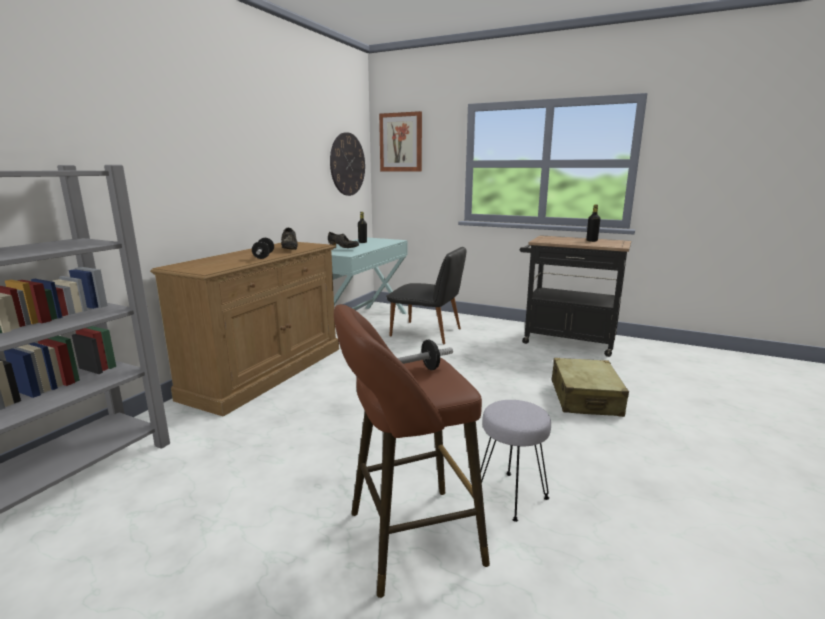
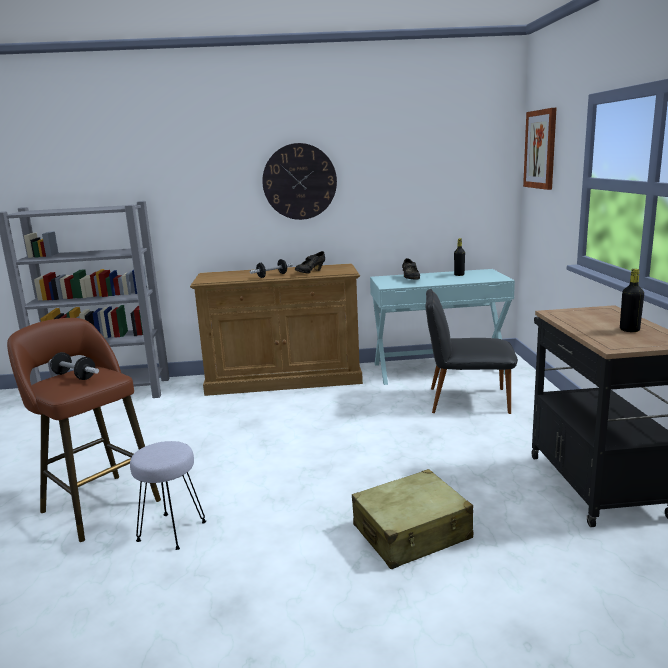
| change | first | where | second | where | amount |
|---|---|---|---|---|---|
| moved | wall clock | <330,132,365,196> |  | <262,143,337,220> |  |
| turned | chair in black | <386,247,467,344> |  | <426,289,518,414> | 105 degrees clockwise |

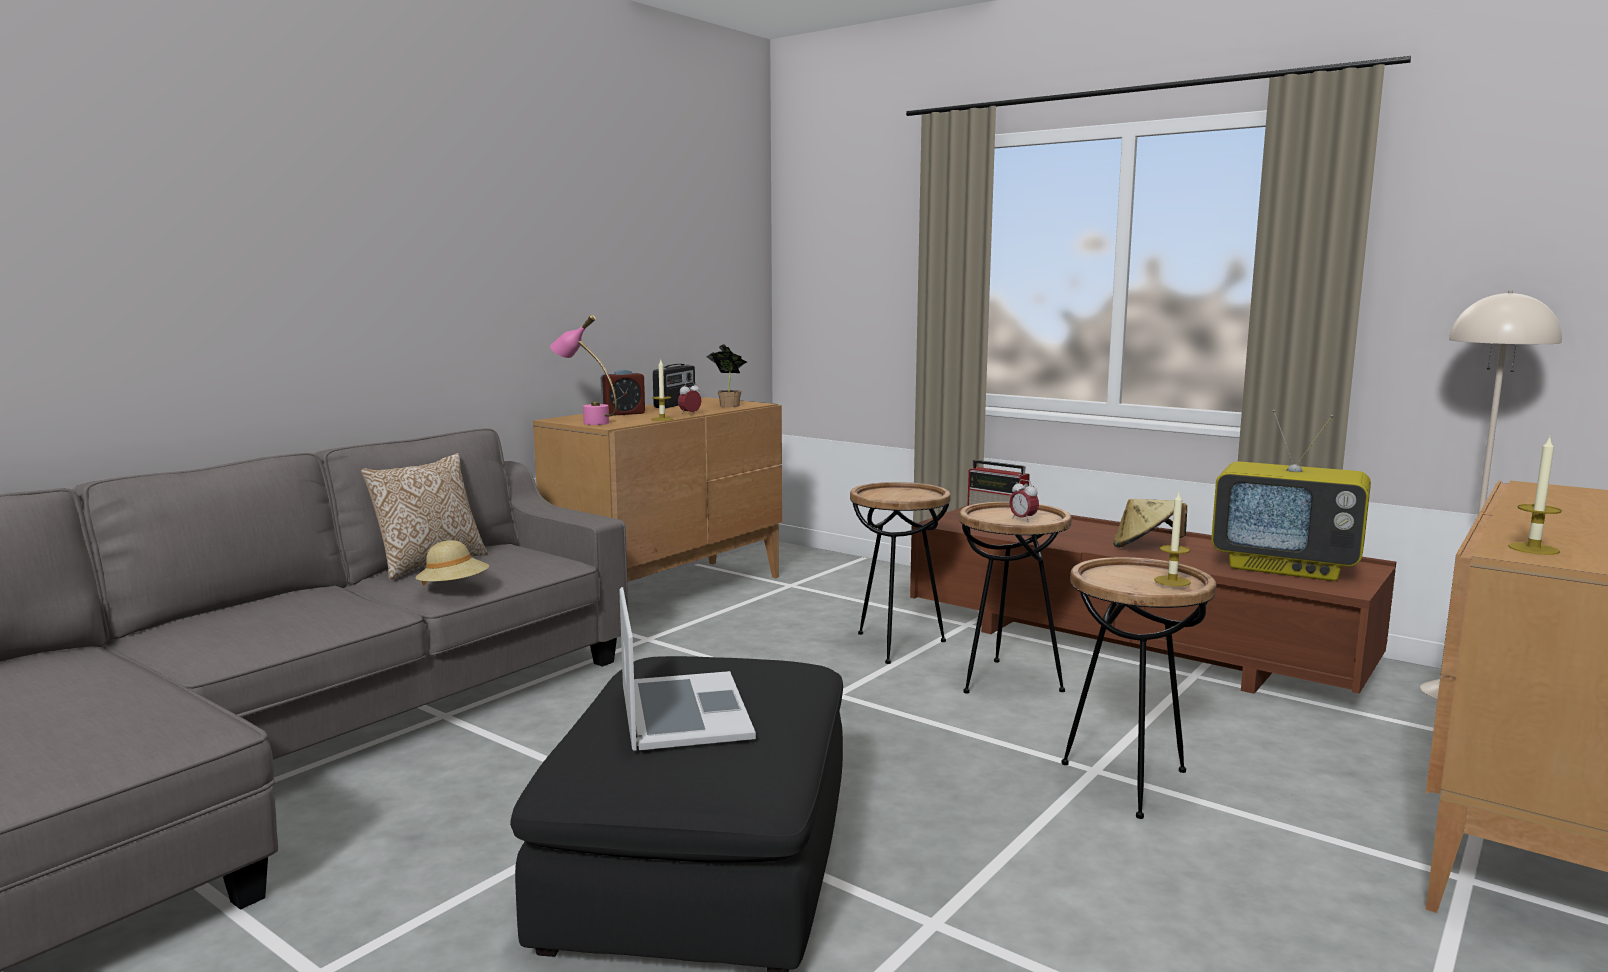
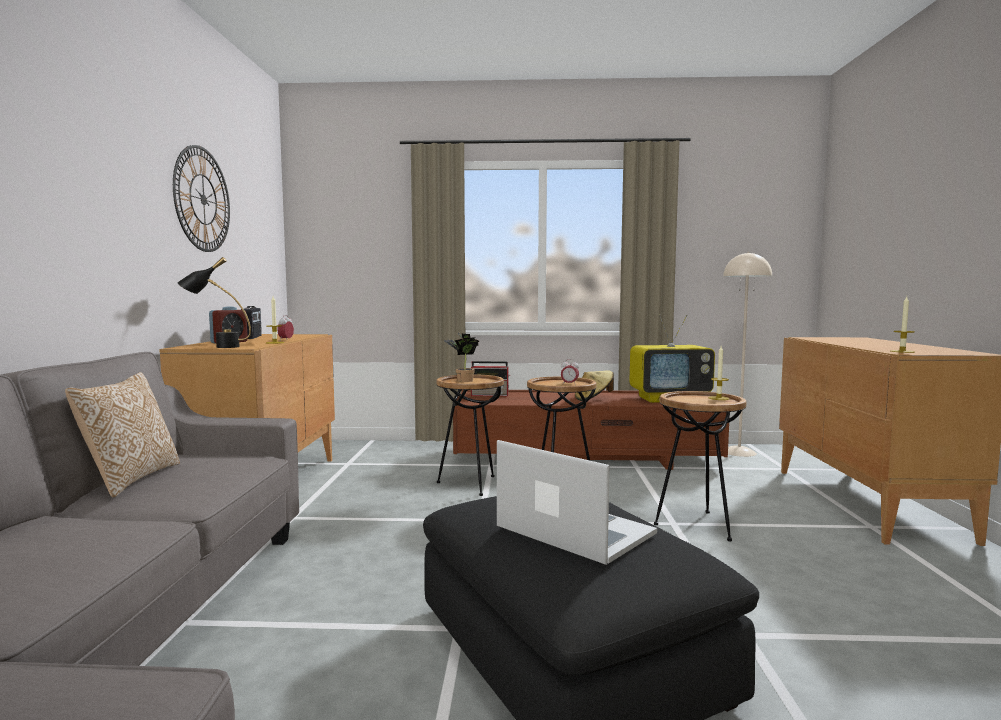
| change | first | where | second | where | amount |
|---|---|---|---|---|---|
| recoloured | table lamp in pink | <550,315,617,425> | table lamp in black | <177,257,251,348> |  |
| moved | potted plant | <706,344,747,407> |  | <444,332,479,382> |  |
| removed | hat in beige | <415,540,489,586> |  |  |  |
| added |  |  | wall clock | <173,145,230,252> |  |

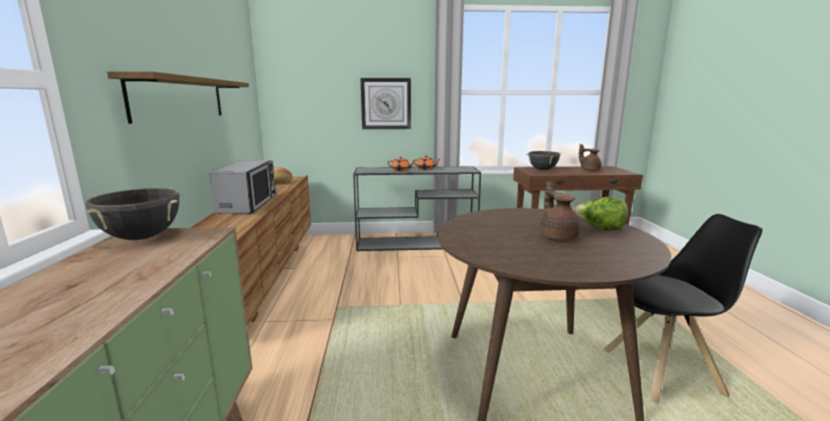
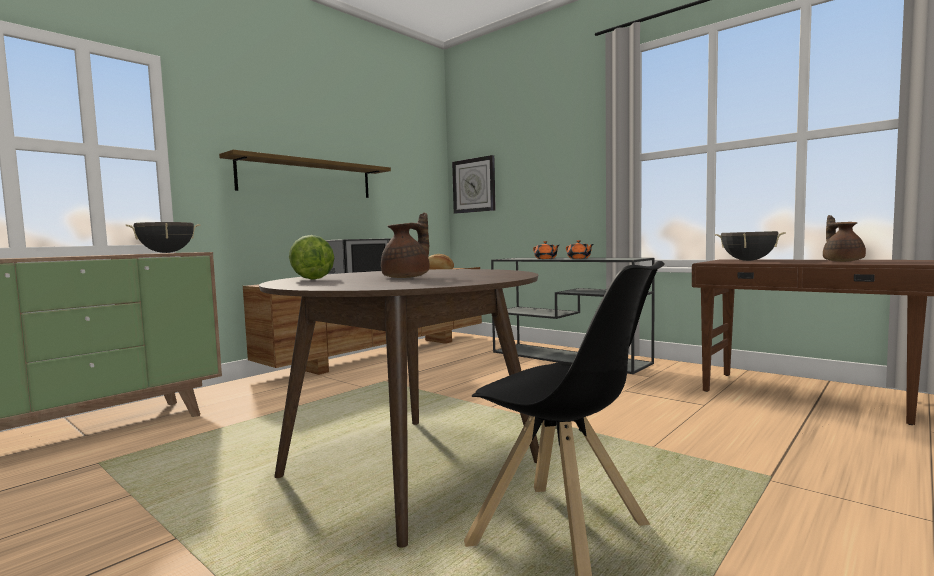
| change | first | where | second | where | amount |
|---|---|---|---|---|---|
| moved | wall clock | <360,78,411,129> |  | <452,155,496,214> |  |
| moved | lettuce | <573,197,628,230> |  | <289,235,334,280> |  |

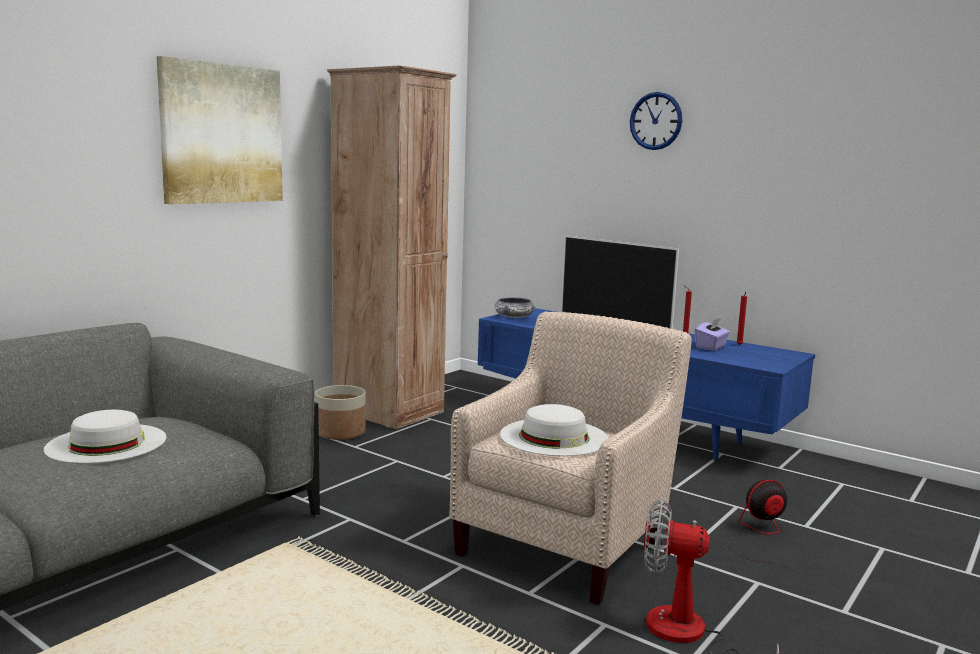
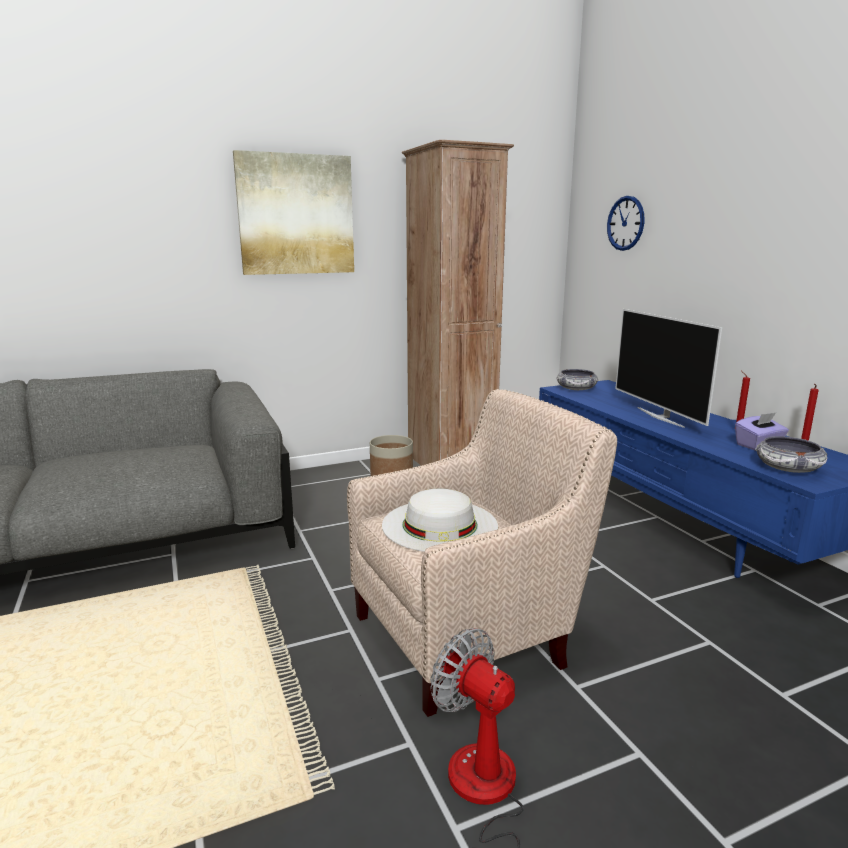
| change | first | where | second | where | amount |
|---|---|---|---|---|---|
| moved | wall clock | <630,92,682,150> |  | <607,196,644,251> |  |
| removed | hat in white | <43,410,166,463> |  |  |  |
| removed | fan | <722,479,805,579> |  |  |  |
| added |  |  | bowl | <755,436,828,473> |  |

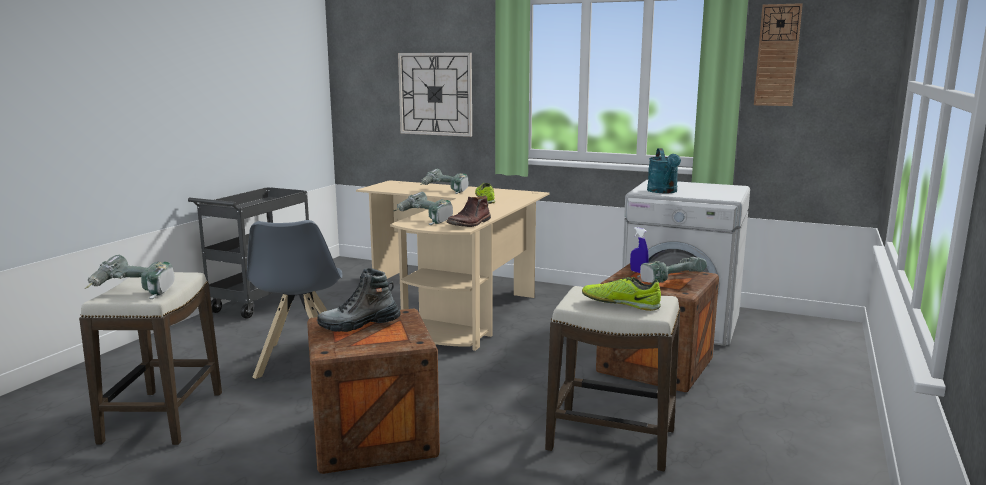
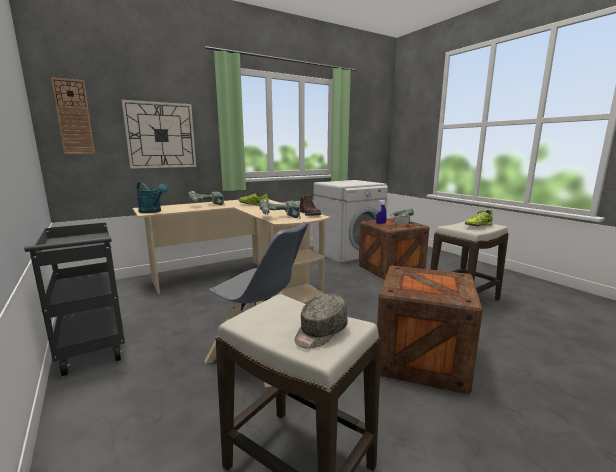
| change | first | where | second | where | amount |
|---|---|---|---|---|---|
| moved | wall clock | <754,3,803,106> |  | <51,77,95,154> |  |
| moved | watering can in turquoise | <647,148,681,193> |  | <136,182,168,213> |  |
| replaced | power drill | <84,255,175,299> | cap in grey | <295,294,348,349> |  |
| removed | boot | <317,268,401,332> |  |  |  |

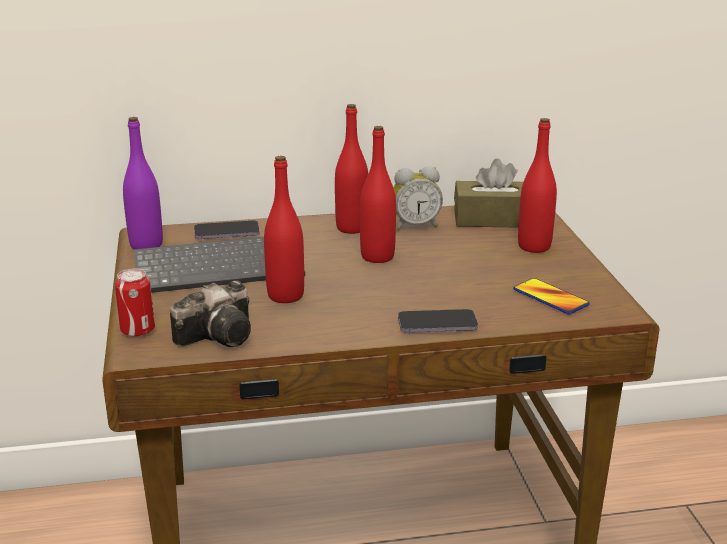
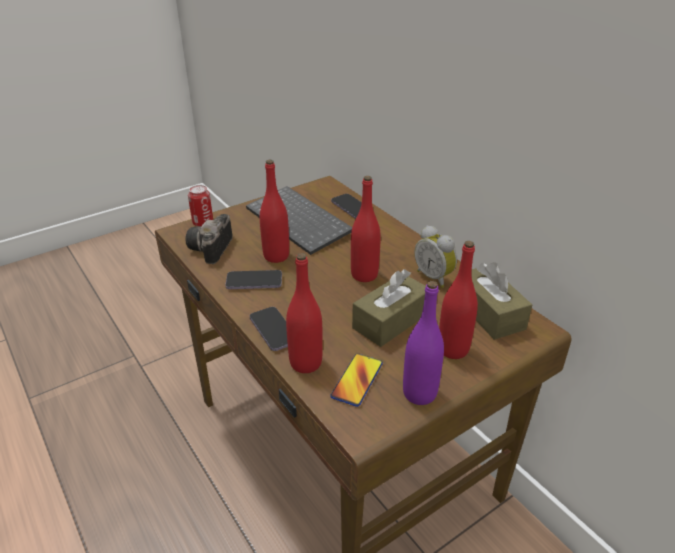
| change | first | where | second | where | amount |
|---|---|---|---|---|---|
| moved | bottle in red | <335,104,368,234> |  | <286,253,323,373> |  |
| moved | bottle in purple | <123,117,163,249> |  | <403,281,444,405> |  |
| turned | photo camera | <170,280,251,347> |  | <185,214,233,264> | 75 degrees clockwise |
| added |  |  | tissue box in brown | <352,269,426,347> |  |
| added |  |  | phone | <225,270,282,289> |  |

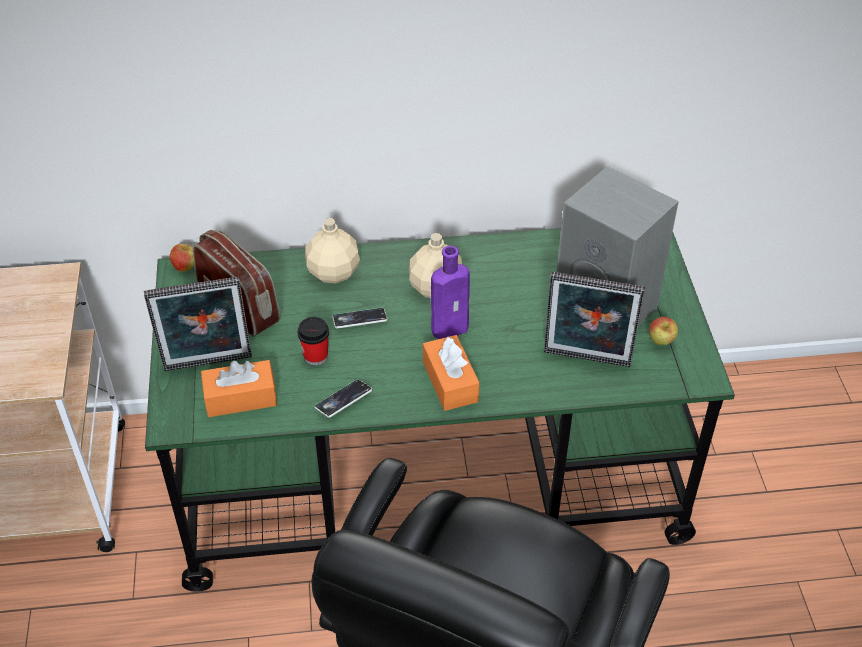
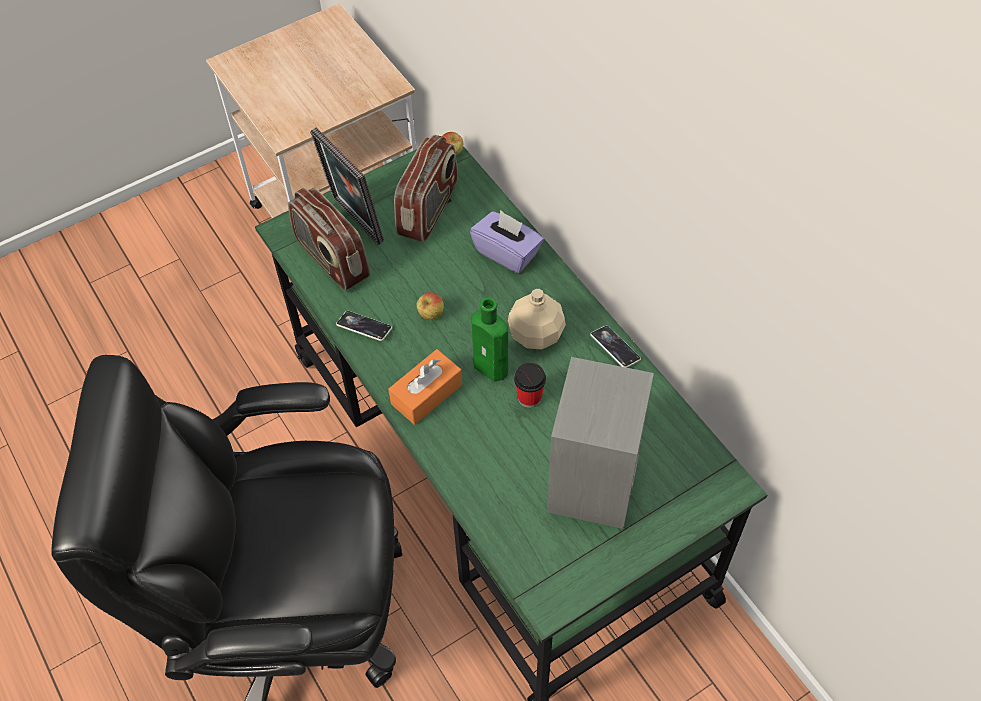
| change | first | where | second | where | amount |
|---|---|---|---|---|---|
| replaced | bottle in beige | <305,218,360,283> | tissue box in purple | <470,210,544,273> |  |
| recoloured | bottle in purple | <431,246,470,339> | bottle in green | <471,298,508,381> |  |
| removed | picture frame | <544,272,645,367> |  |  |  |
| moved | phone | <332,308,388,328> |  | <590,325,641,368> |  |
| moved | cup | <297,317,329,366> |  | <514,363,546,408> |  |
| moved | apple | <649,317,678,345> |  | <417,292,444,320> |  |
| replaced | tissue box in orange | <201,360,277,417> | radio | <288,187,370,291> |  |

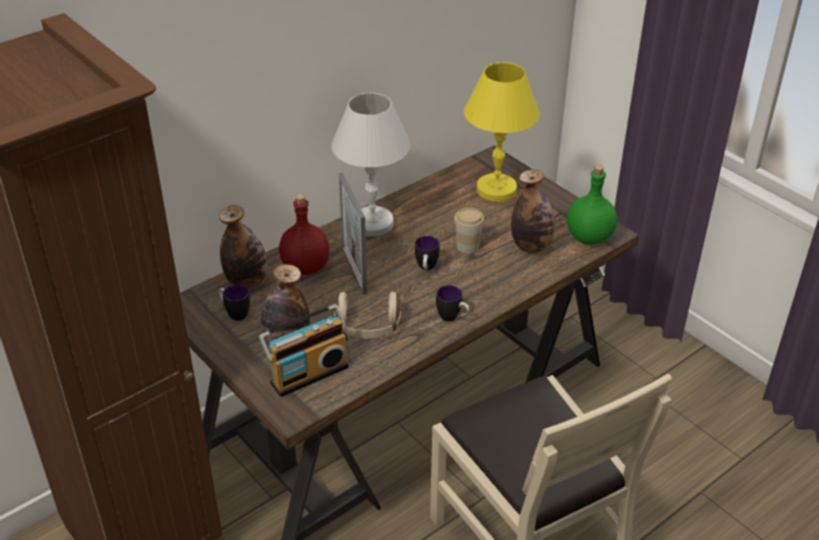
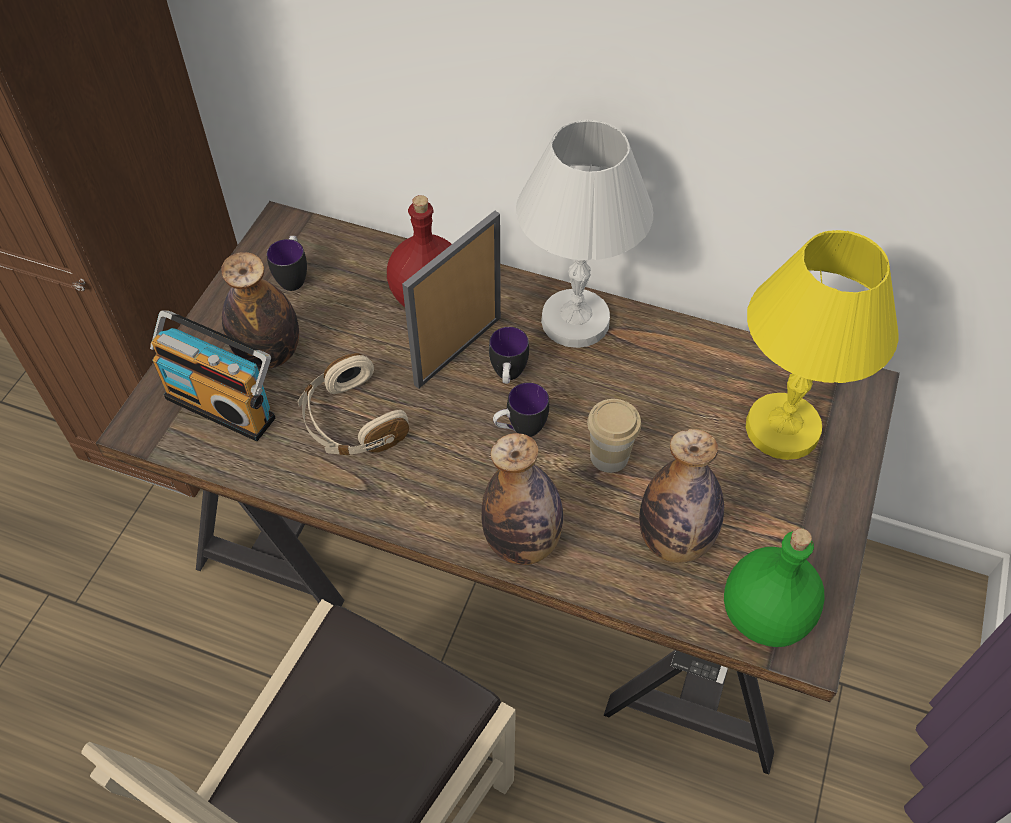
| change | first | where | second | where | amount |
|---|---|---|---|---|---|
| moved | bottle | <219,205,268,289> |  | <481,433,563,565> |  |
| moved | mug | <436,285,470,322> |  | <489,327,529,384> |  |

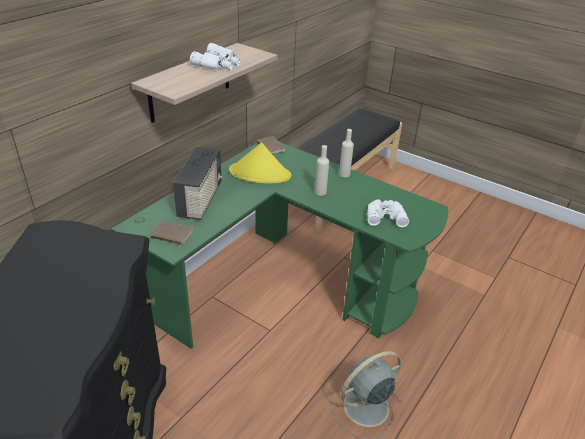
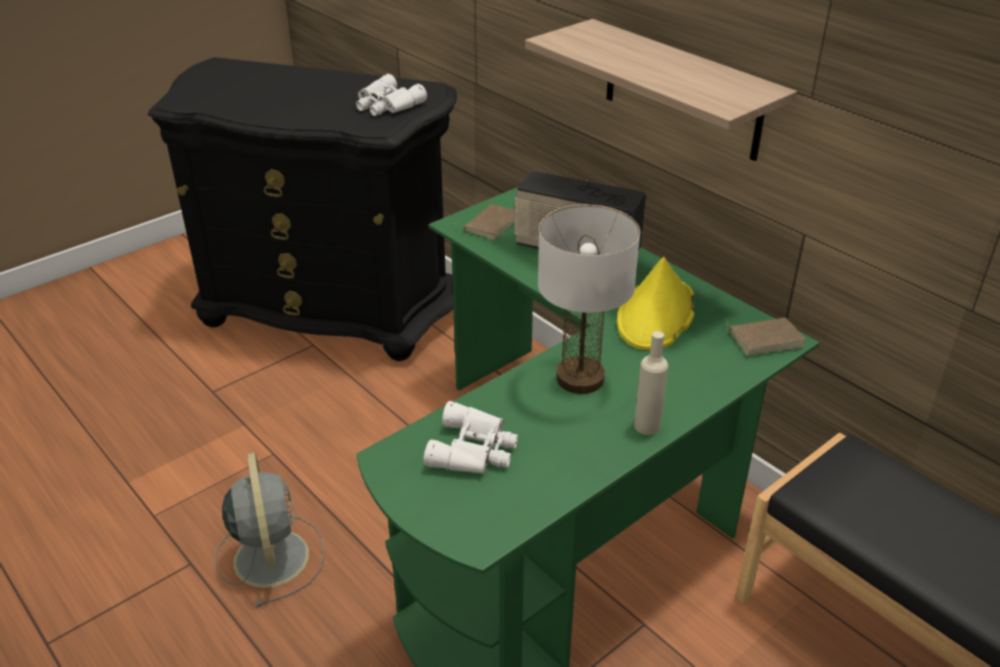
| change | first | where | second | where | amount |
|---|---|---|---|---|---|
| moved | binoculars in white | <190,43,240,70> |  | <356,74,427,116> |  |
| replaced | bottle in beige | <315,145,329,196> | table lamp | <538,205,640,394> |  |

